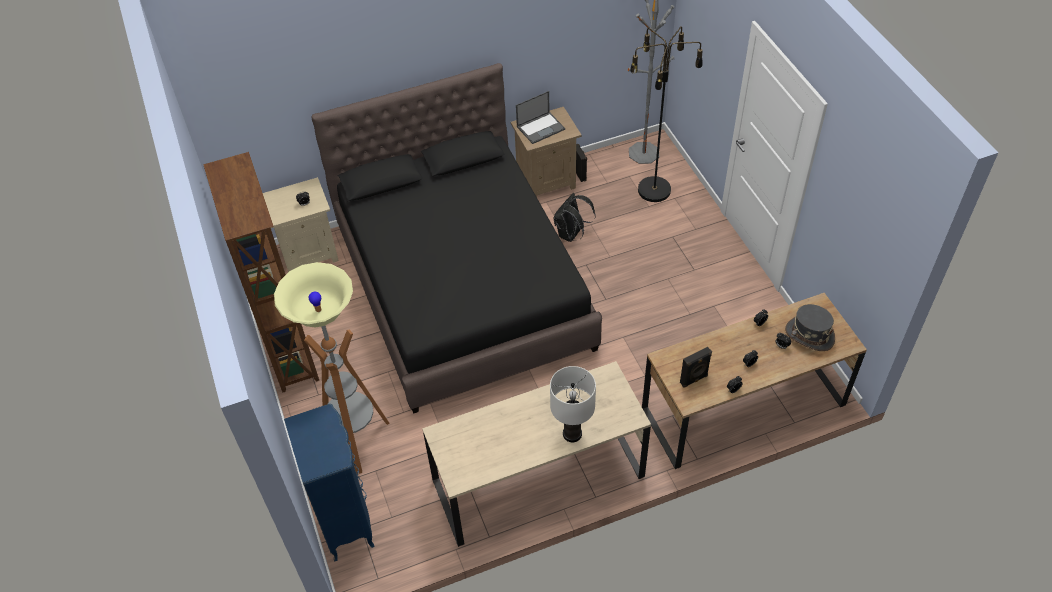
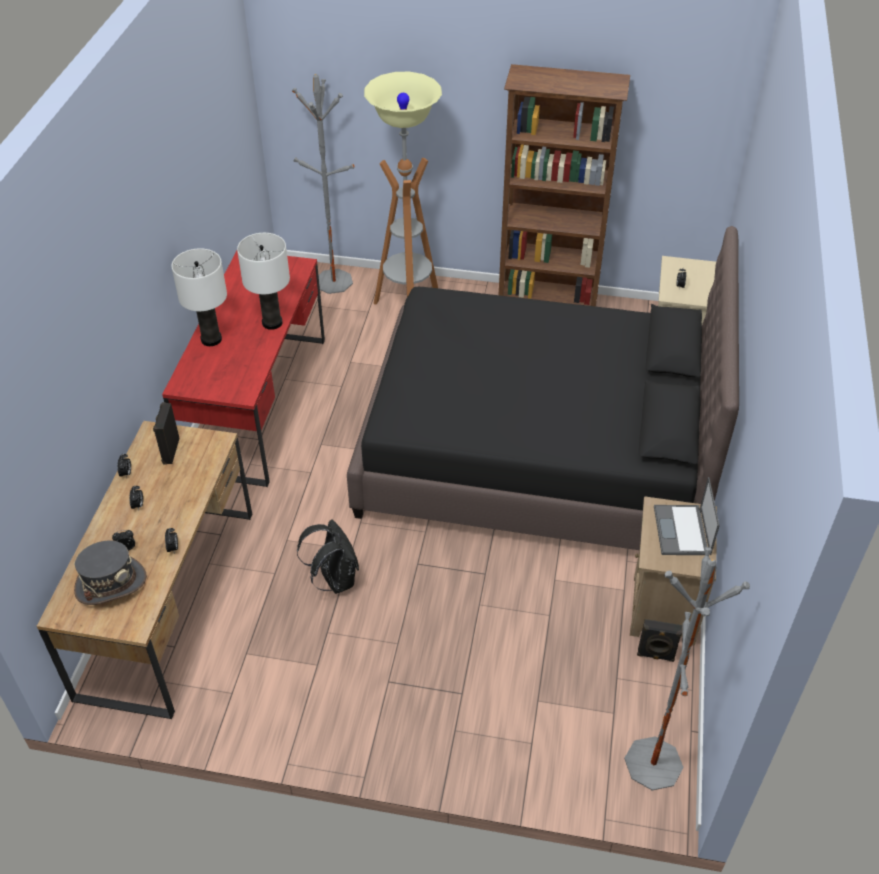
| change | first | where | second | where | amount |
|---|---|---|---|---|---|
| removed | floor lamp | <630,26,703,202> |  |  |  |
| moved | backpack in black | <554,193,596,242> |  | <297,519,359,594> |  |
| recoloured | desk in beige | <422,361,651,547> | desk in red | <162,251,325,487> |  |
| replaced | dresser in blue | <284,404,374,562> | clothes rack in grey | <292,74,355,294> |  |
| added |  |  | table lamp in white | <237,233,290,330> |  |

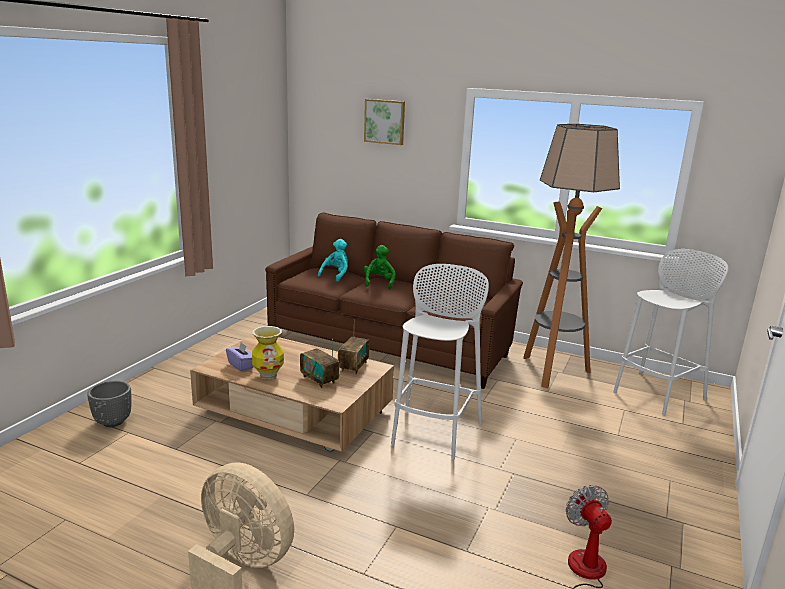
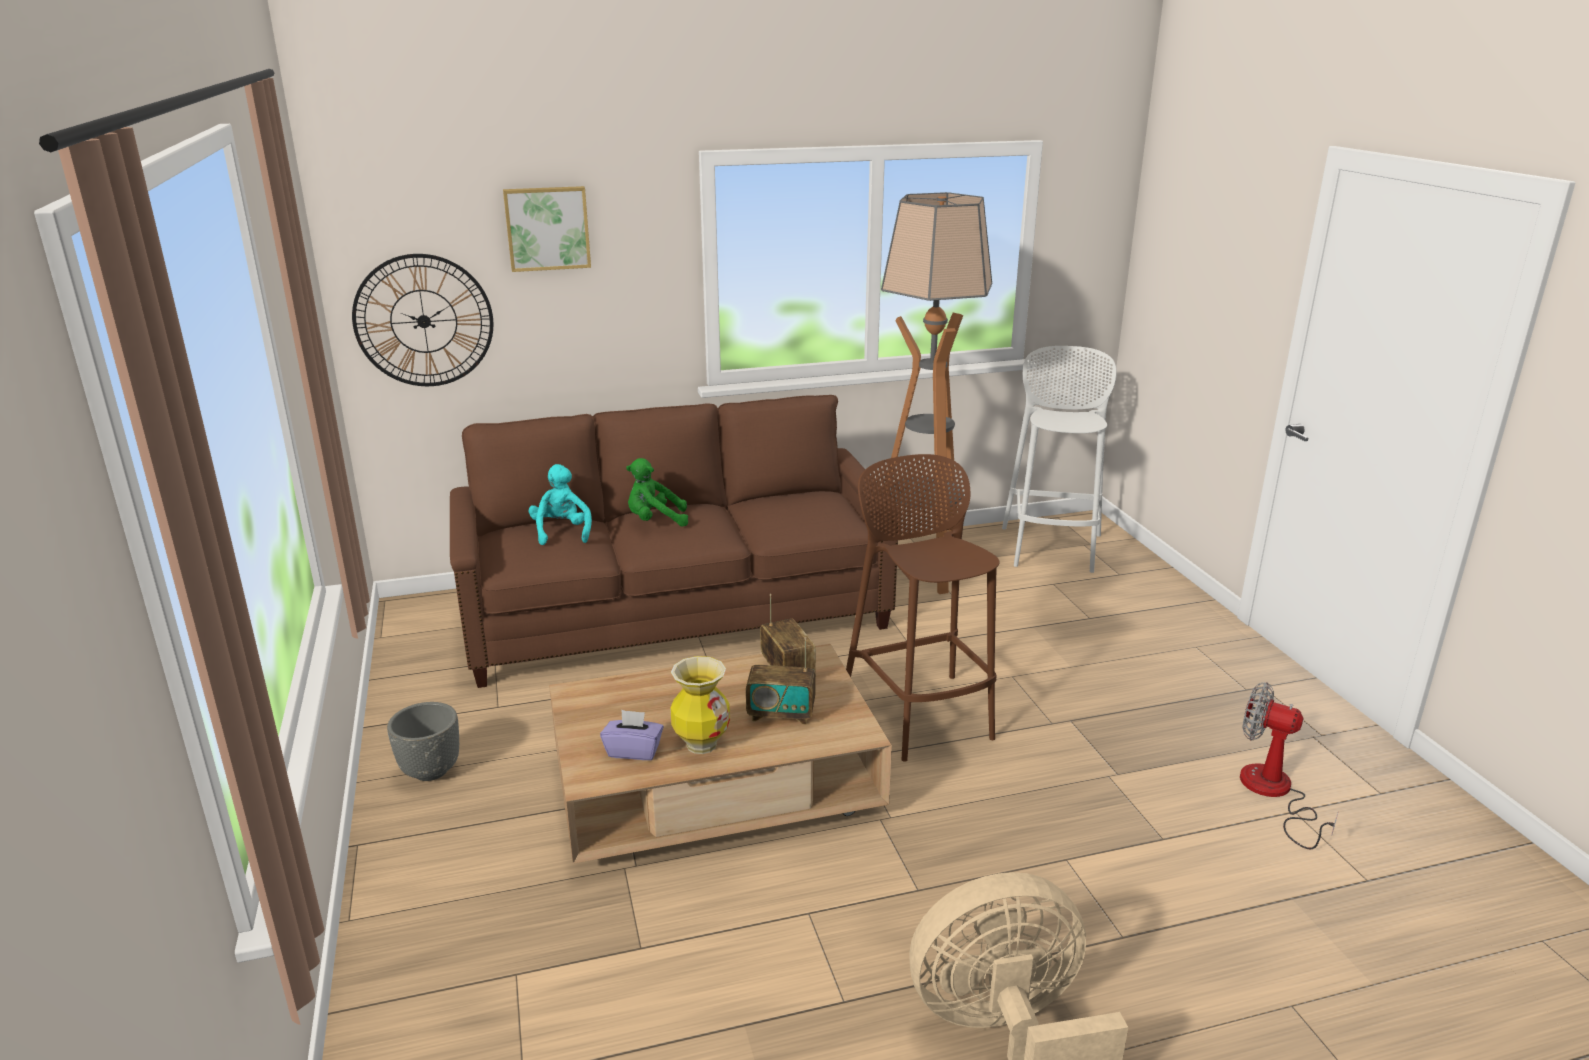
| change | first | where | second | where | amount |
|---|---|---|---|---|---|
| turned | plush toy in green | <363,245,396,289> |  | <626,458,688,527> | 60 degrees counterclockwise |
| recoloured | stool in white | <391,264,489,459> | stool in brown | <846,454,1000,762> |  |
| moved | planter in grey | <87,381,132,427> |  | <387,702,459,781> |  |
| added |  |  | wall clock | <352,254,493,386> |  |

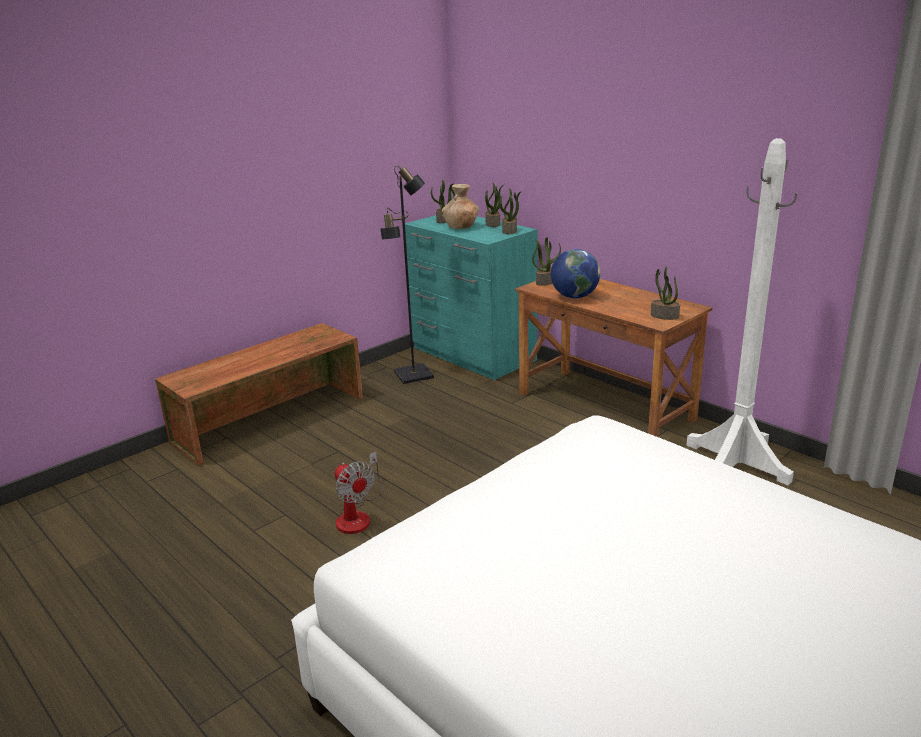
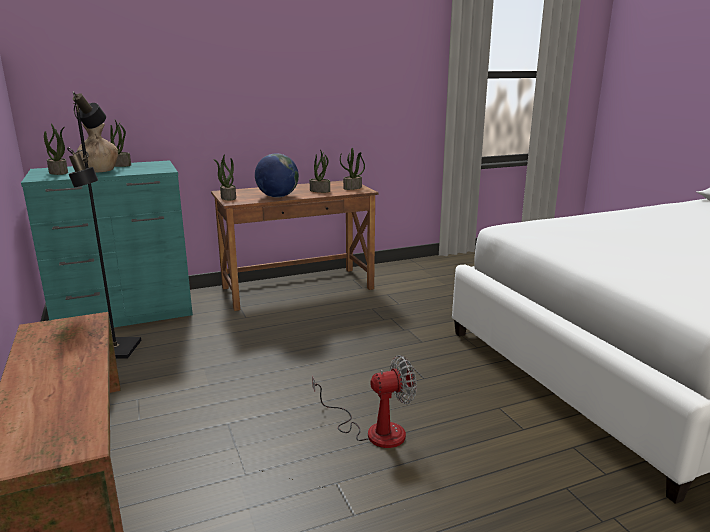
| change | first | where | second | where | amount |
|---|---|---|---|---|---|
| removed | clothes rack in white | <686,138,798,485> |  |  |  |
| moved | potted plant | <499,188,522,234> |  | <310,150,330,193> |  |

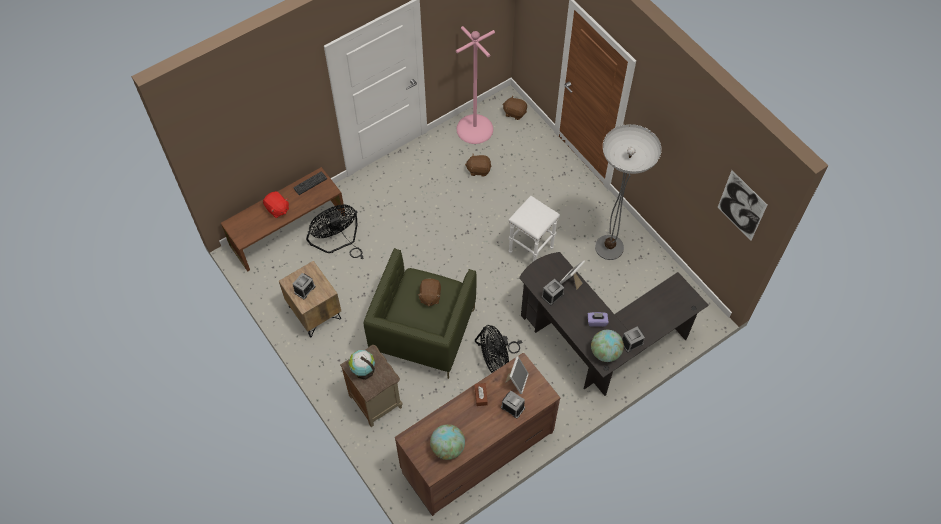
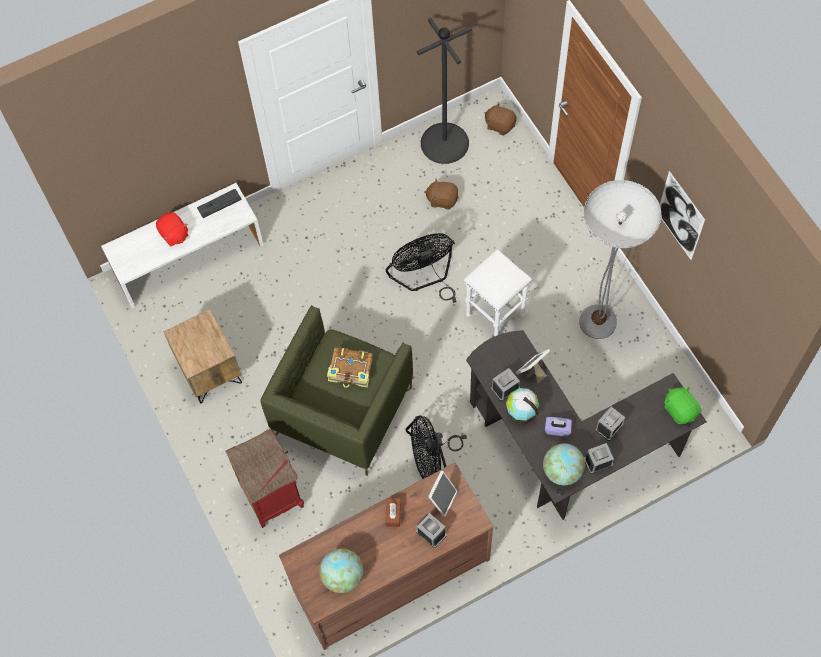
| change | first | where | second | where | amount |
|---|---|---|---|---|---|
| recoloured | clothes rack in pink | <456,26,495,144> | clothes rack in black | <417,18,472,164> |  |
| recoloured | bench in brown | <221,167,345,272> | bench in white | <101,183,264,308> |  |
| moved | picture | <718,170,767,241> |  | <660,171,705,260> |  |
| moved | fan in black | <306,205,364,259> |  | <386,233,456,303> |  |
| moved | alarm clock | <293,273,315,299> |  | <596,407,625,441> |  |
| replaced | plush toy in brown | <418,278,441,306> | book | <327,347,373,388> |  |
| recoloured | nightstand in beige | <340,345,403,427> | nightstand in red | <225,429,304,528> |  |
| moved | globe | <348,350,375,380> |  | <506,388,539,425> |  |
| added |  |  | plush toy in green | <664,386,701,424> |  |

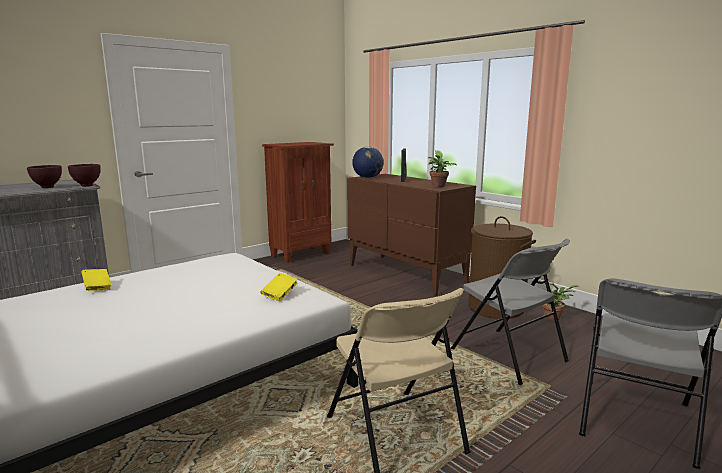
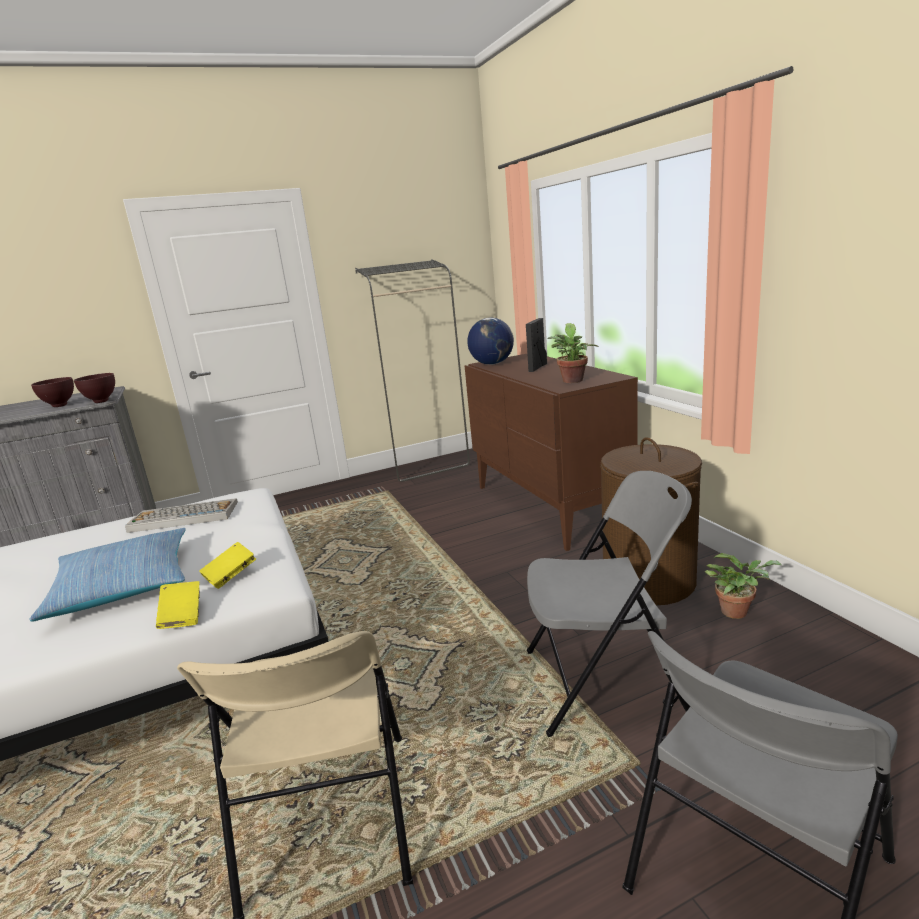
| change | first | where | second | where | amount |
|---|---|---|---|---|---|
| replaced | cabinet in brown | <262,142,334,263> | clothes rack in grey | <355,259,470,482> |  |
| turned | chair in grey | <451,238,570,385> |  | <527,471,692,737> | 75 degrees counterclockwise |
| moved | book in yellow | <81,269,112,291> |  | <156,581,200,629> |  |
| added |  |  | keyboard | <125,498,238,533> |  |
| added |  |  | pillow | <29,528,186,622> |  |

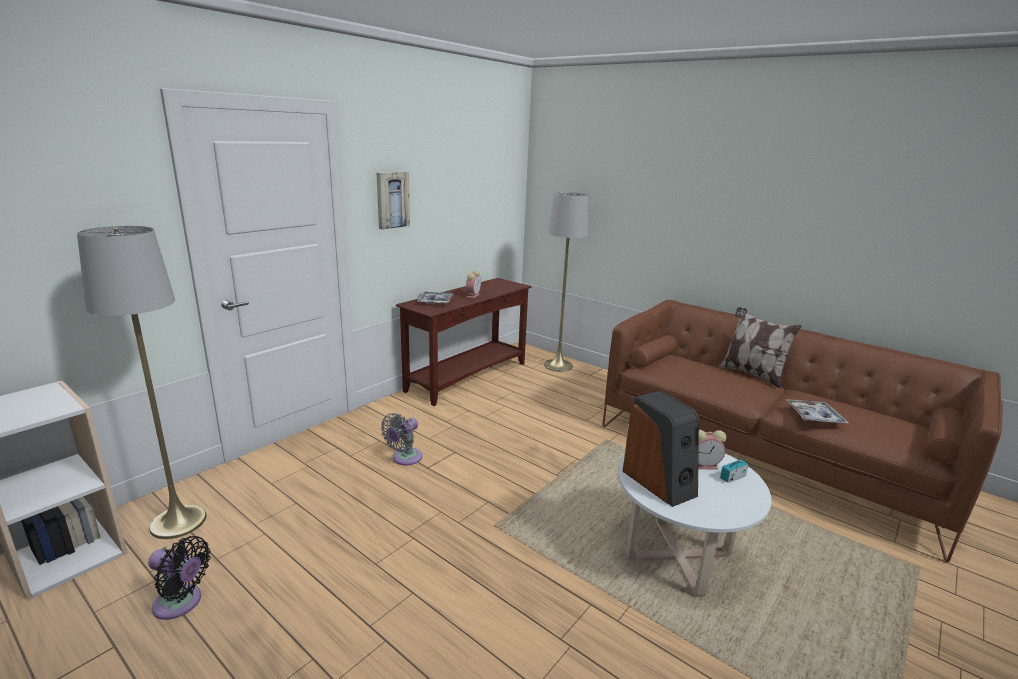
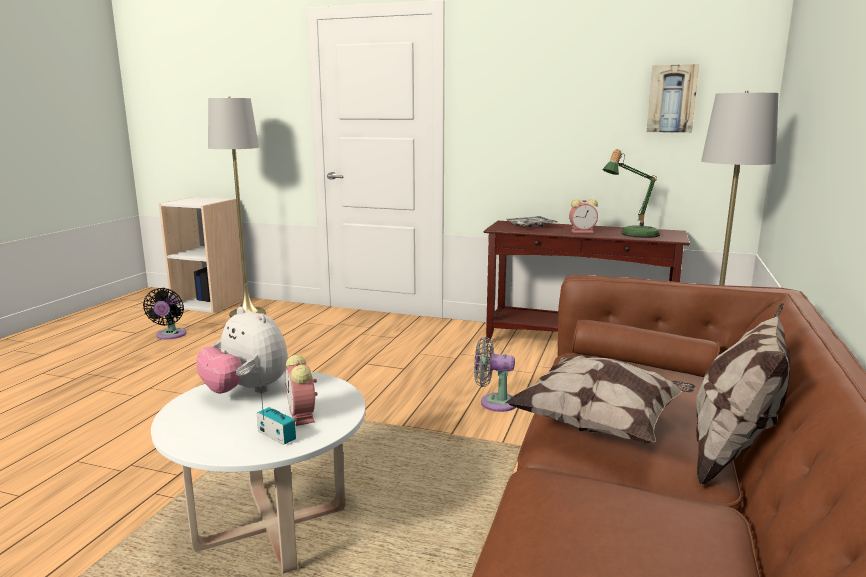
| change | first | where | second | where | amount |
|---|---|---|---|---|---|
| moved | picture | <377,172,410,230> |  | <647,64,699,133> |  |
| replaced | speaker | <622,390,699,507> | plush toy | <196,307,288,394> |  |
| removed | tray | <785,399,849,423> |  |  |  |
| moved | fan in grey | <381,413,422,466> |  | <474,337,516,412> |  |
| added |  |  | table lamp | <602,149,660,238> |  |
| added |  |  | pillow | <505,355,696,444> |  |

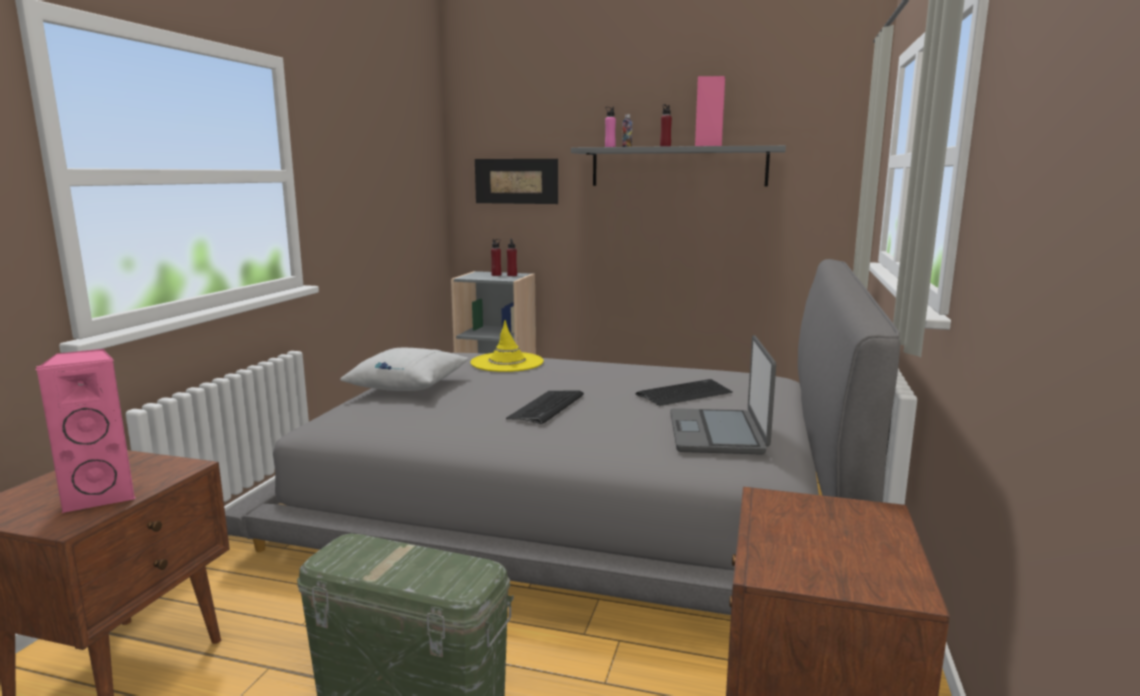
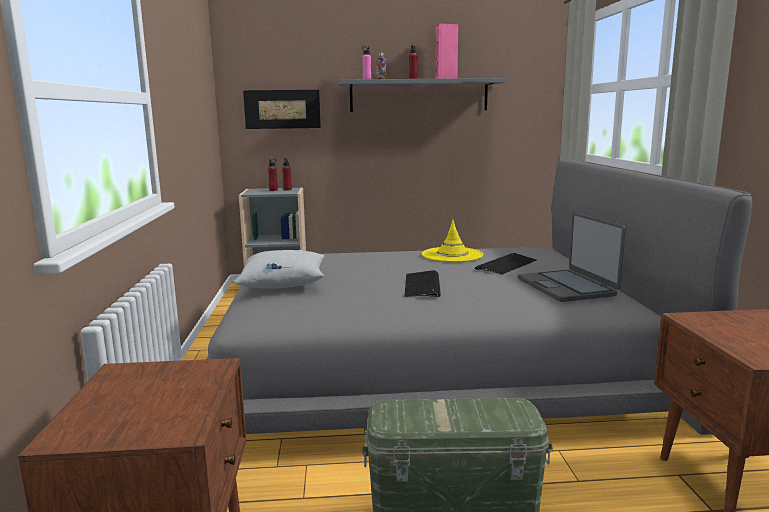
| change | first | where | second | where | amount |
|---|---|---|---|---|---|
| moved | hat in yellow | <471,320,544,372> |  | <422,219,483,262> |  |
| removed | speaker in pink | <36,349,135,513> |  |  |  |

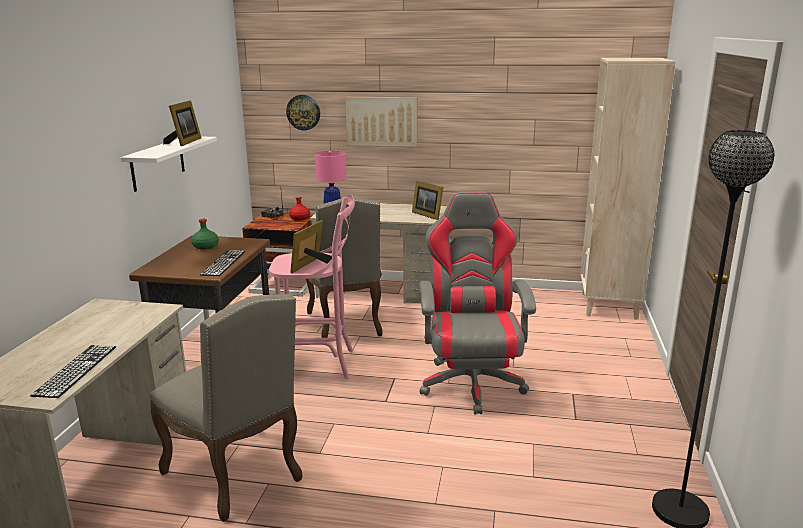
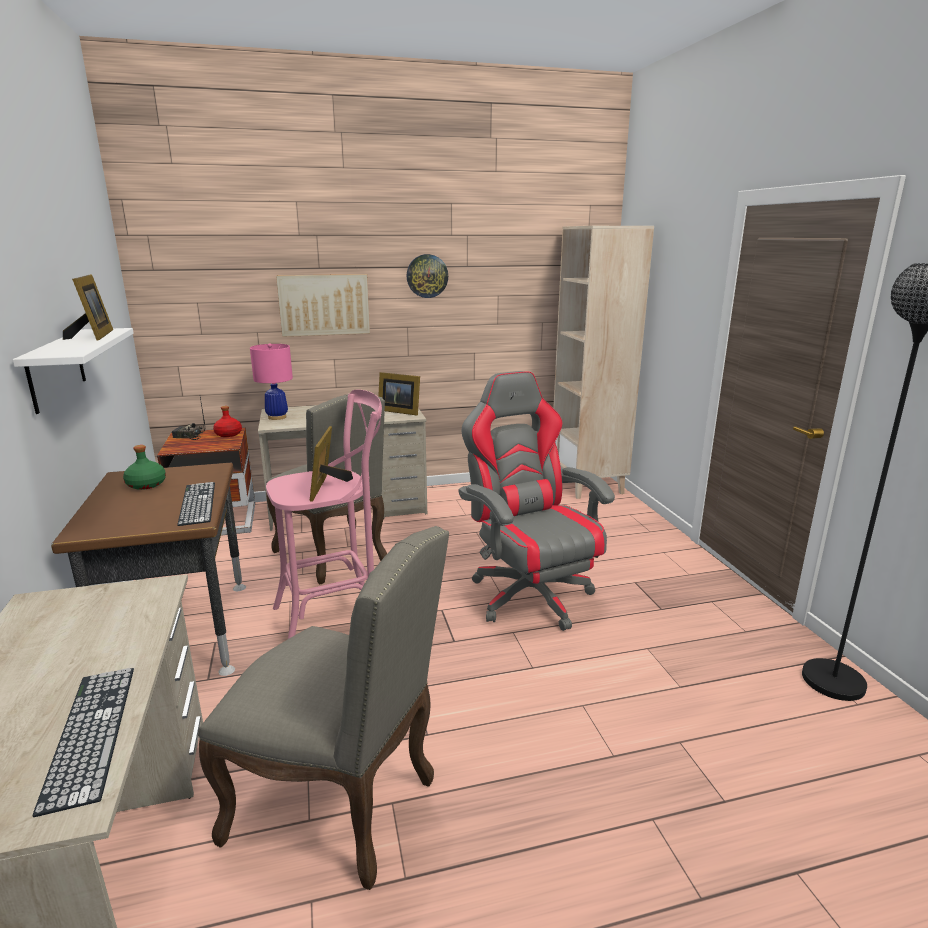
| change | first | where | second | where | amount |
|---|---|---|---|---|---|
| moved | wall clock | <286,95,320,130> |  | <406,254,448,298> |  |

